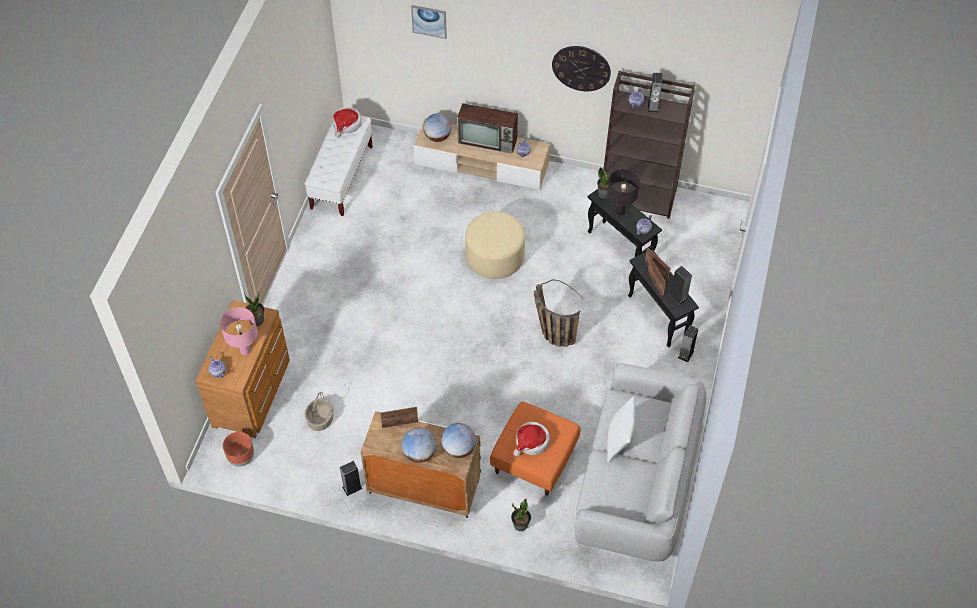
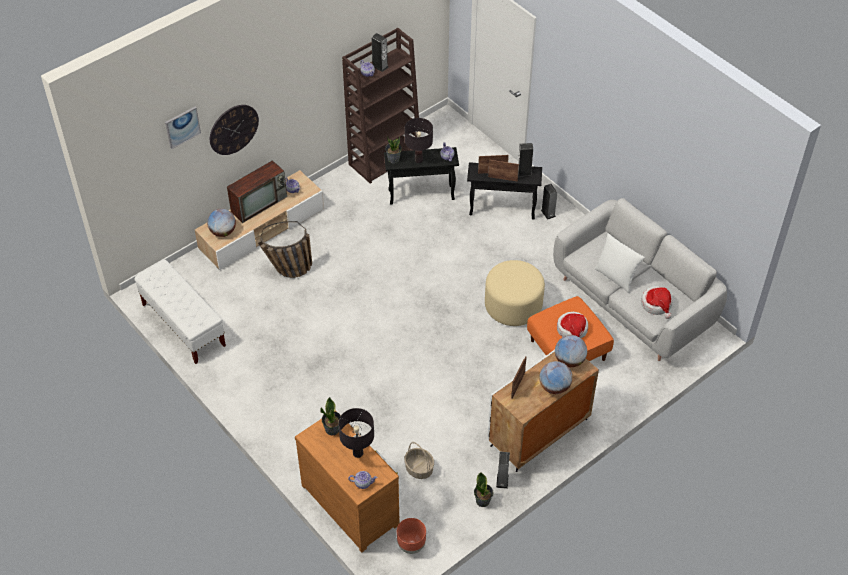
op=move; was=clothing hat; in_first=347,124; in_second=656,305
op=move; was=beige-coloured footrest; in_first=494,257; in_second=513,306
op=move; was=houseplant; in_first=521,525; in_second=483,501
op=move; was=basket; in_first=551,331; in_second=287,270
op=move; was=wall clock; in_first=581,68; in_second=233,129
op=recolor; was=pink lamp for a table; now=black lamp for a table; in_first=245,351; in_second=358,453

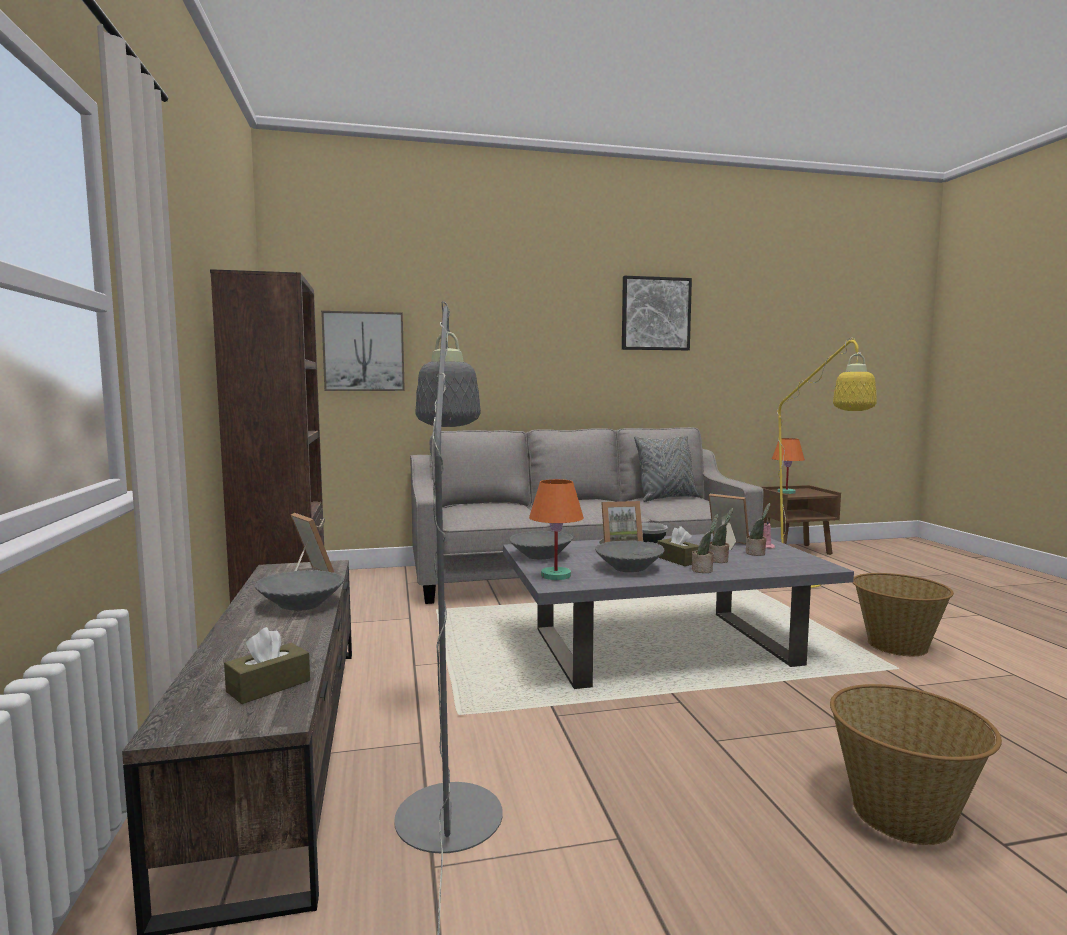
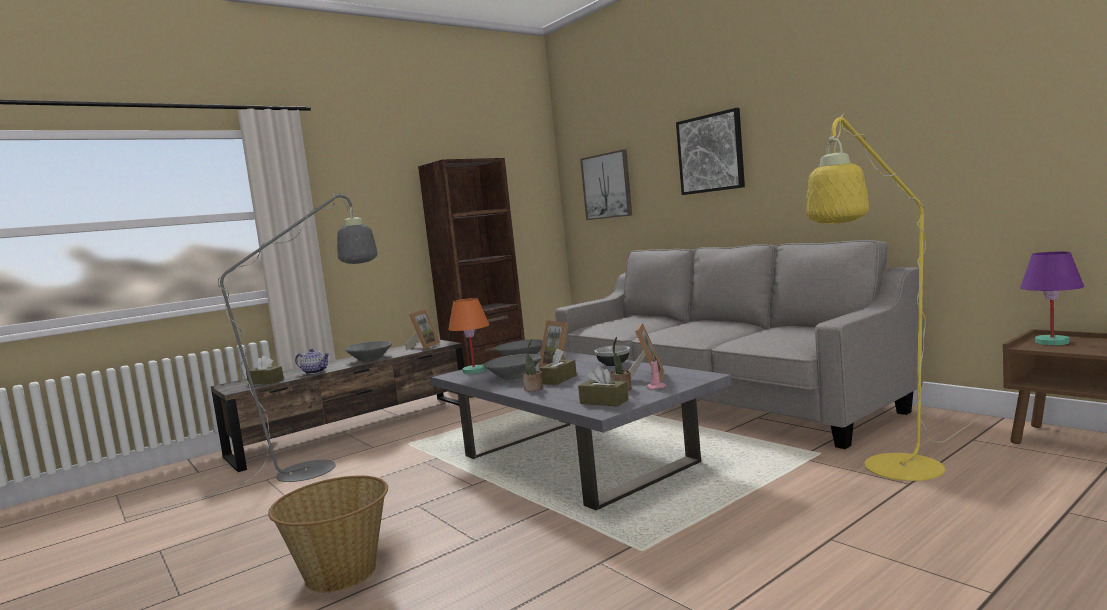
op=delete; was=gray pillow; in_first=666,498
op=delete; was=houseplant; in_first=719,560
op=delete; was=basket; in_first=896,645
op=insert; now=tea pot; in_second=315,372
op=insert; now=brownish tissue holder; in_second=604,402
op=move; was=picture; in_first=655,314; in_second=710,153
op=recolor; was=orange lamp for a table; now=purple lamp for a table; in_first=786,492; in_second=1051,342

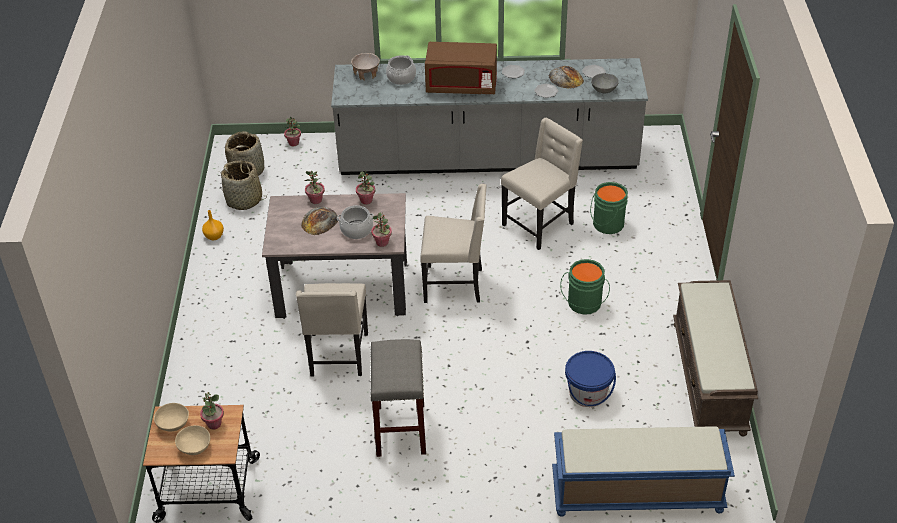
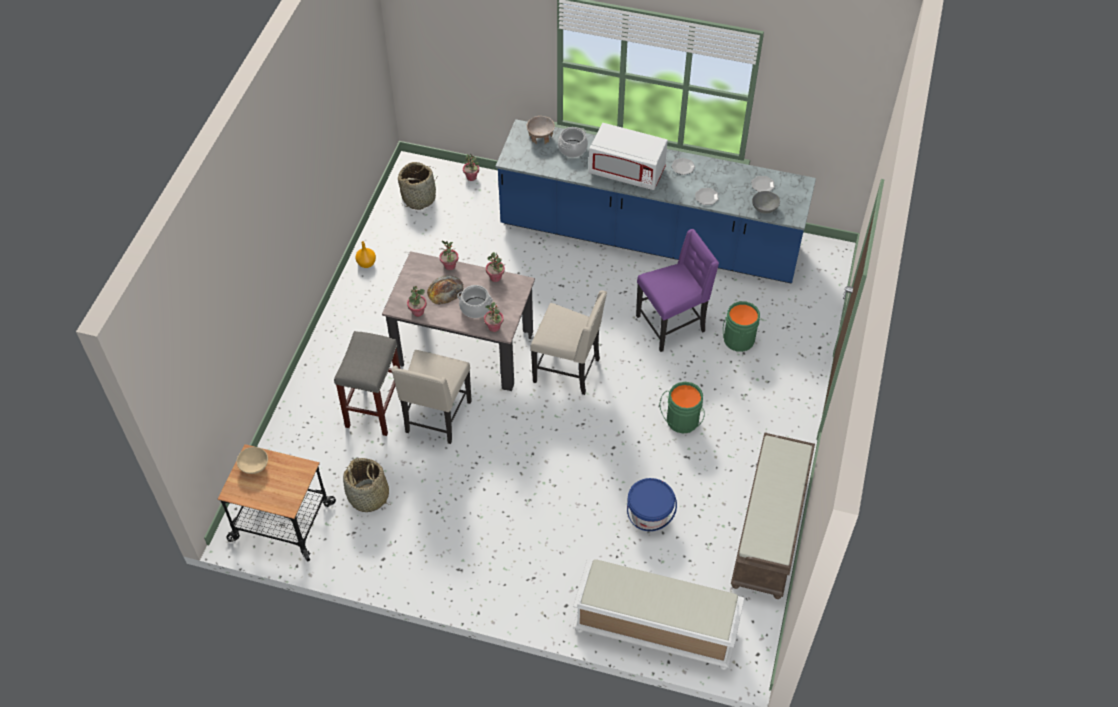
op=delete; was=beige-coloured deep dish; in_first=195,447
op=delete; was=baked bread; in_first=566,78
op=move; was=houseplant; in_first=214,424; in_second=418,312
op=move; was=basket; in_first=244,200; in_second=369,496
op=move; was=gray sitting stool; in_first=400,429; in_second=374,407
op=recolor; was=gray counter; now=bluish counter; in_first=488,159; in_second=649,239
op=recolor; was=brownish microwave oven; now=white-coloured microwave oven; in_first=461,86; in_second=627,172
op=recolor; was=beige-coloured plain chair; now=purple plain chair; in_first=539,224; in_second=672,324
op=recolor; was=bluish bench; now=white-coloured bench; in_first=636,494; in_second=654,629

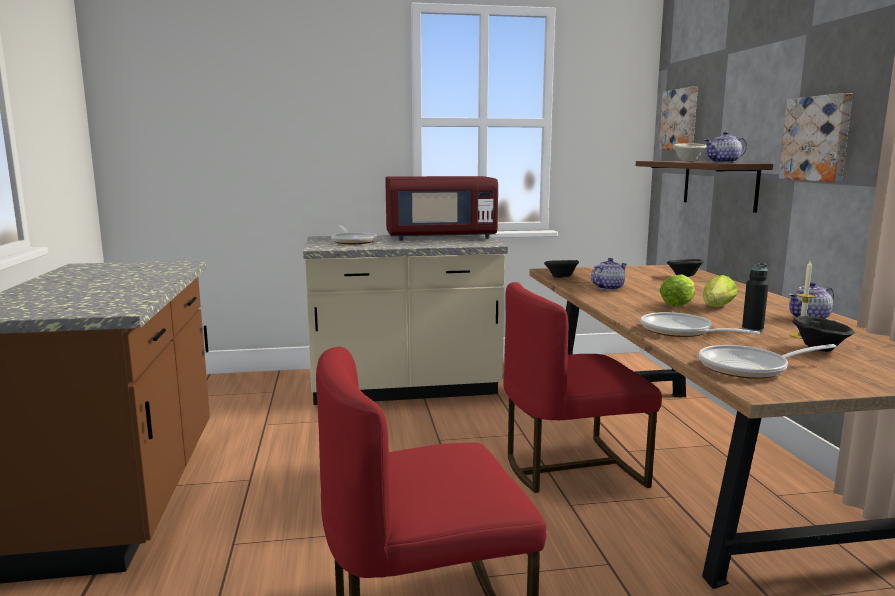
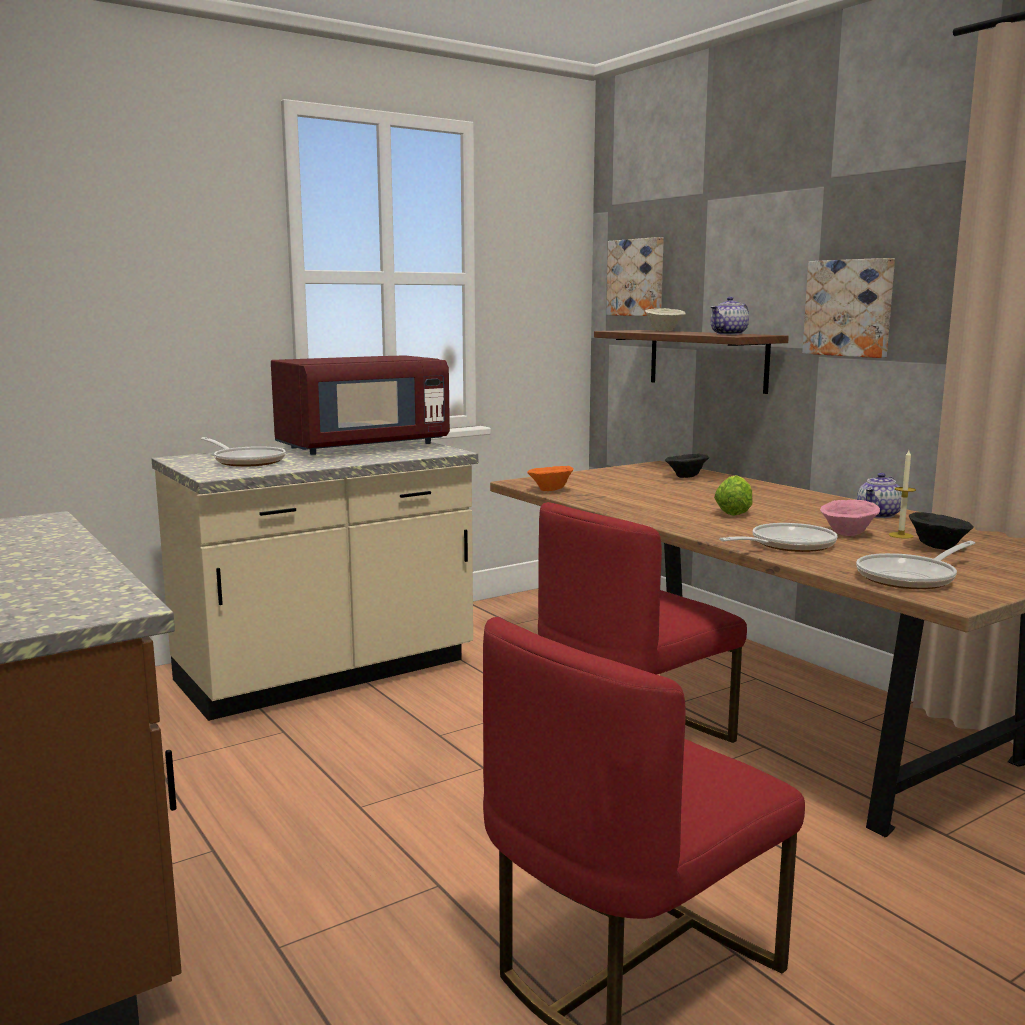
op=delete; was=tea pot; in_first=608,288
op=delete; was=head of lettuce; in_first=716,308
op=replace; was=black bottle; now=pink deep dish; in_first=752,329; in_second=848,534
op=recolor; was=black deep dish; now=orange deep dish; in_first=560,278; in_second=550,491
op=rotate; was=skillet; in_first=681,332; in_second=787,545; clockwise=120

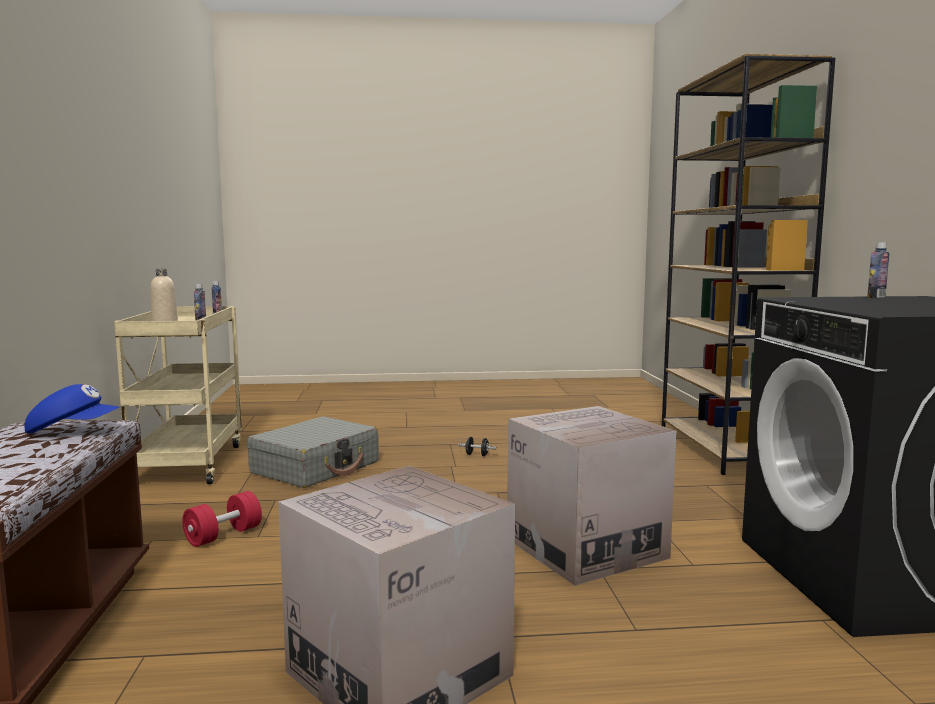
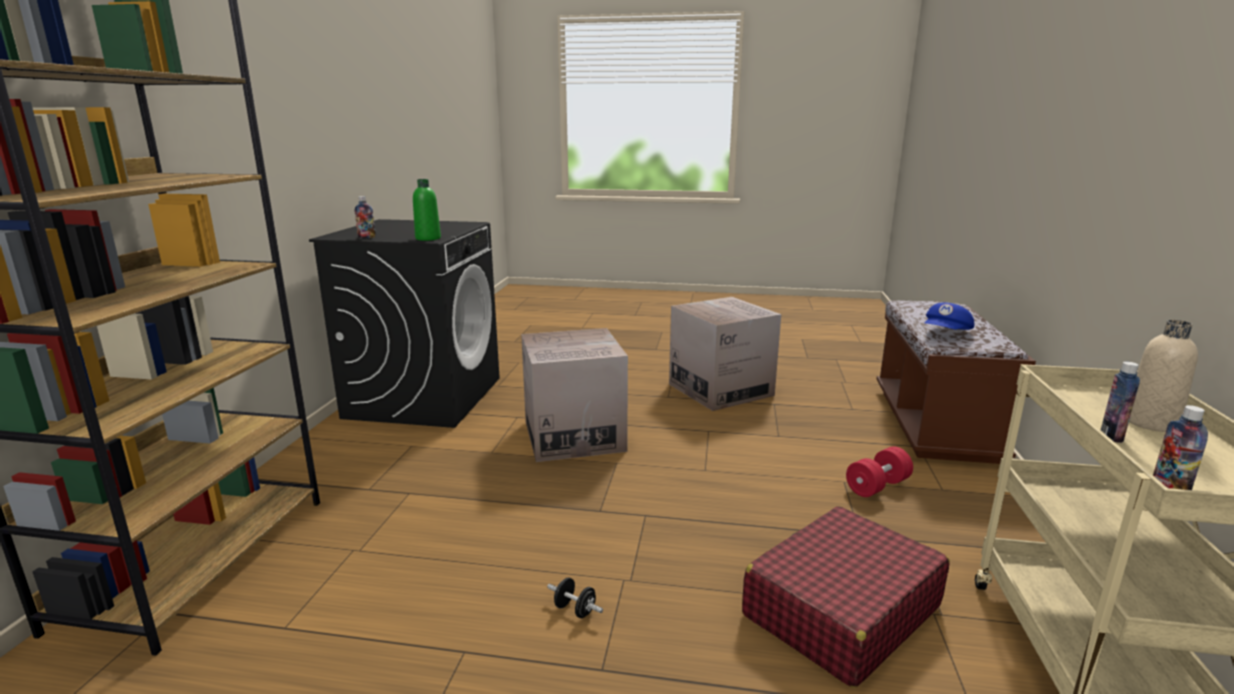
op=insert; now=green bottle; in_second=428,238
op=recolor; was=gray piece of luggage; now=red piece of luggage; in_first=316,468; in_second=840,611
op=rotate; was=bluish cap; in_first=73,430; in_second=946,333; clockwise=-60

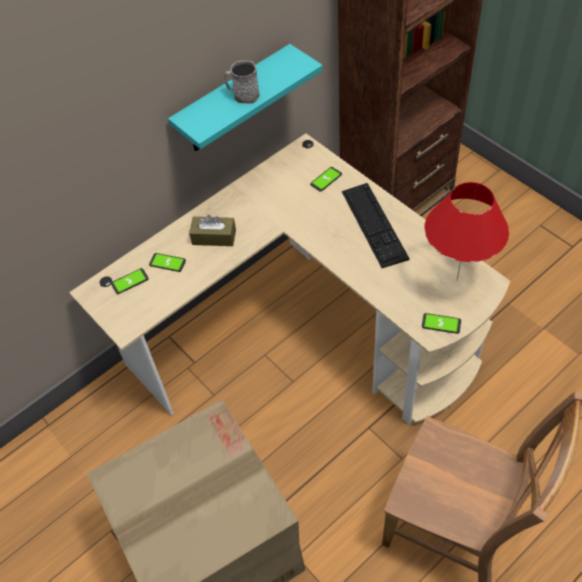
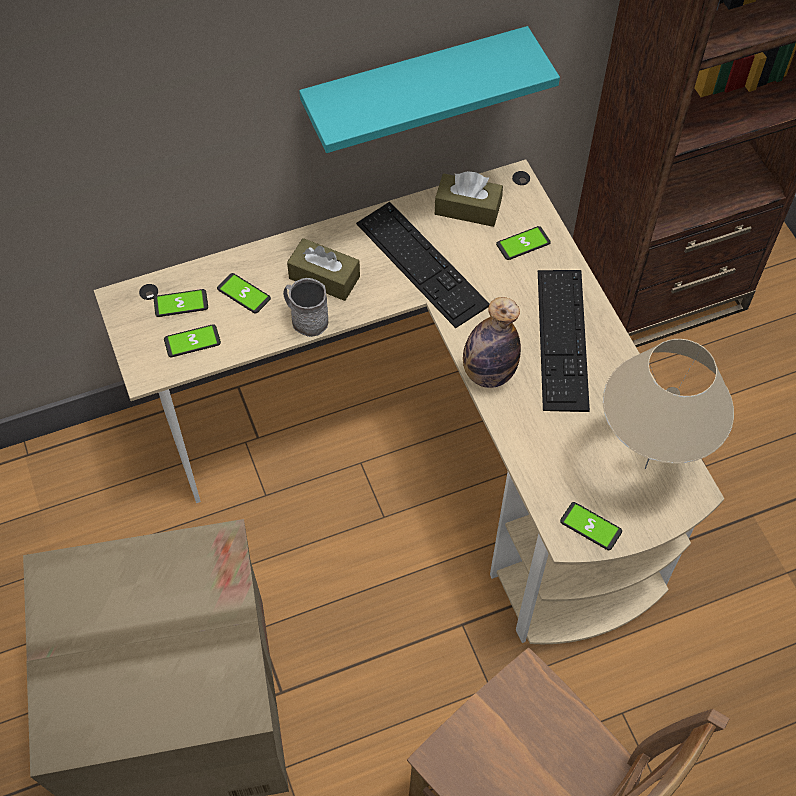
op=insert; now=phone; in_second=192,341
op=insert; now=keyboard; in_second=421,264
op=insert; now=brownish tissue holder; in_second=467,208
op=insert; now=bottle; in_second=488,373
op=move; was=gray coffee mug; in_first=243,95; in_second=305,319
op=recolor; was=red lamp for a table; now=beige-coloured lamp for a table; in_first=457,279; in_second=645,468

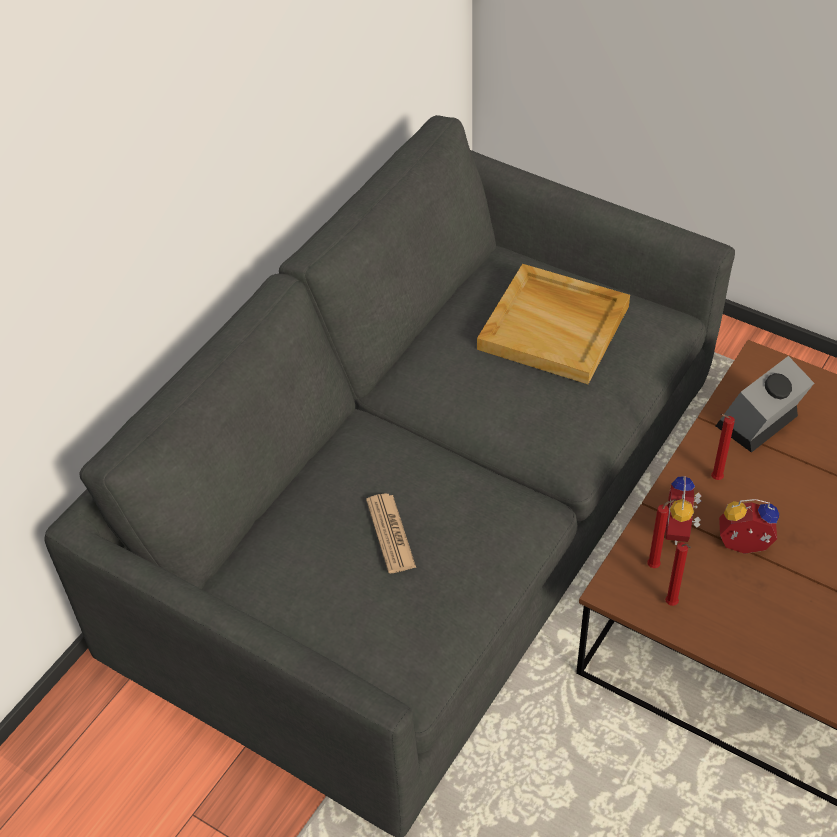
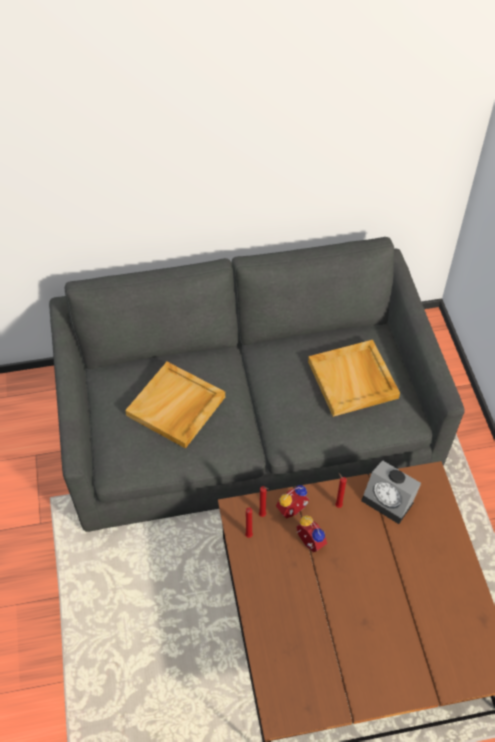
op=replace; was=newspaper; now=beige-coloured tray; in_first=390,534; in_second=176,407
op=rotate; was=table clock; in_first=758,424; in_second=390,501; clockwise=-150

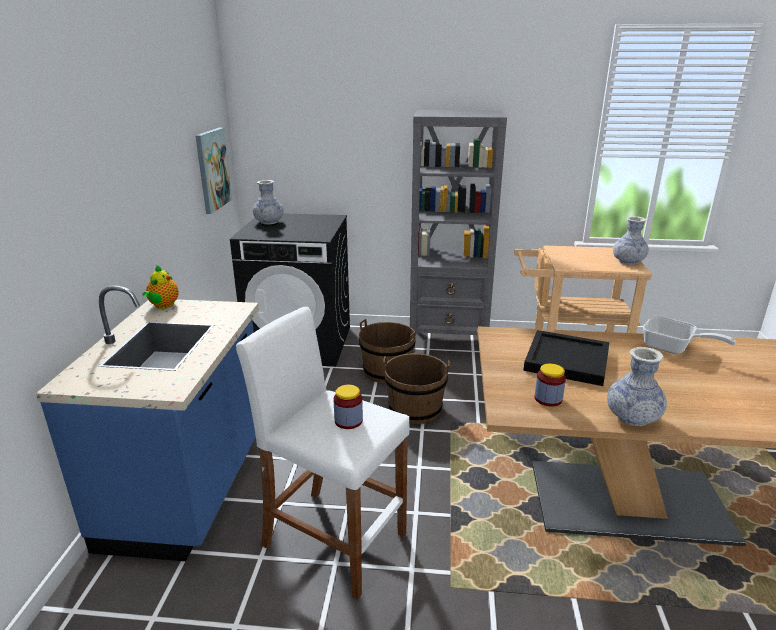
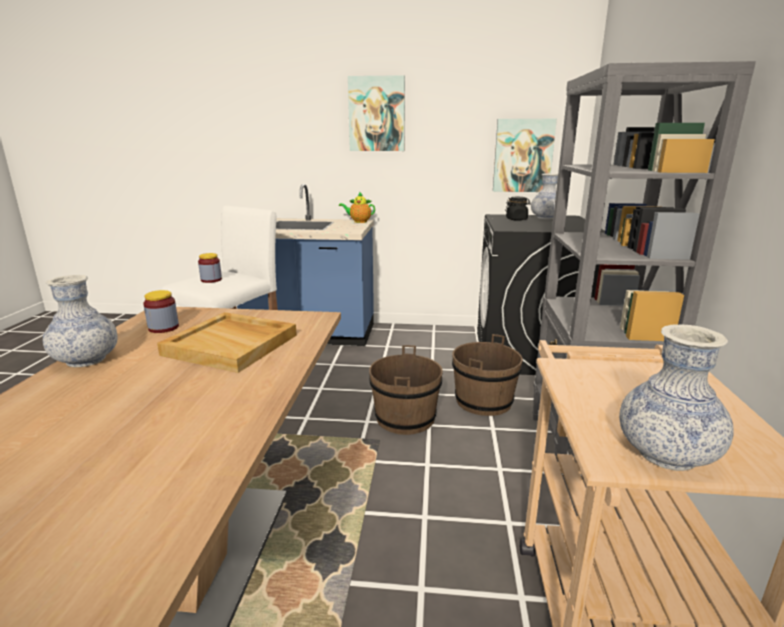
op=delete; was=skillet; in_first=673,348
op=insert; now=picture; in_second=377,114
op=insert; now=black storage jar; in_second=516,219
op=recolor; was=black tray; now=beige-coloured tray; in_first=566,360; in_second=232,344

